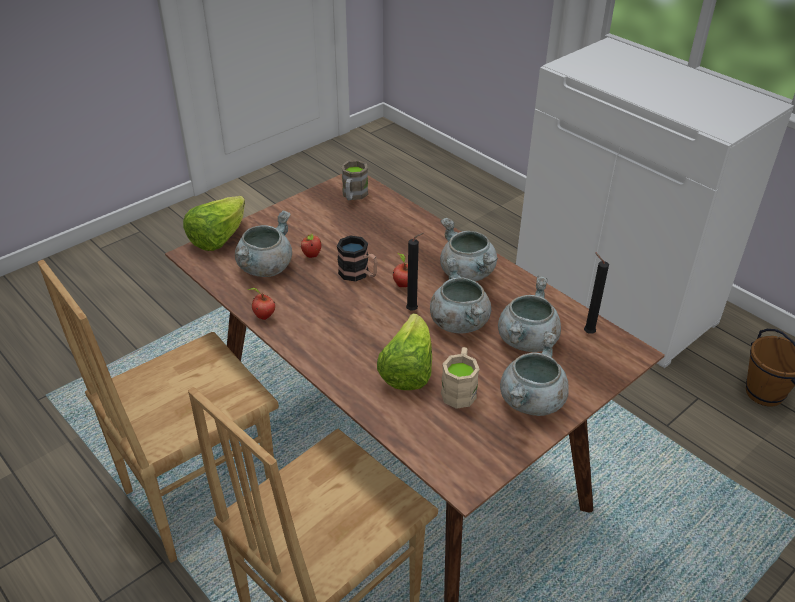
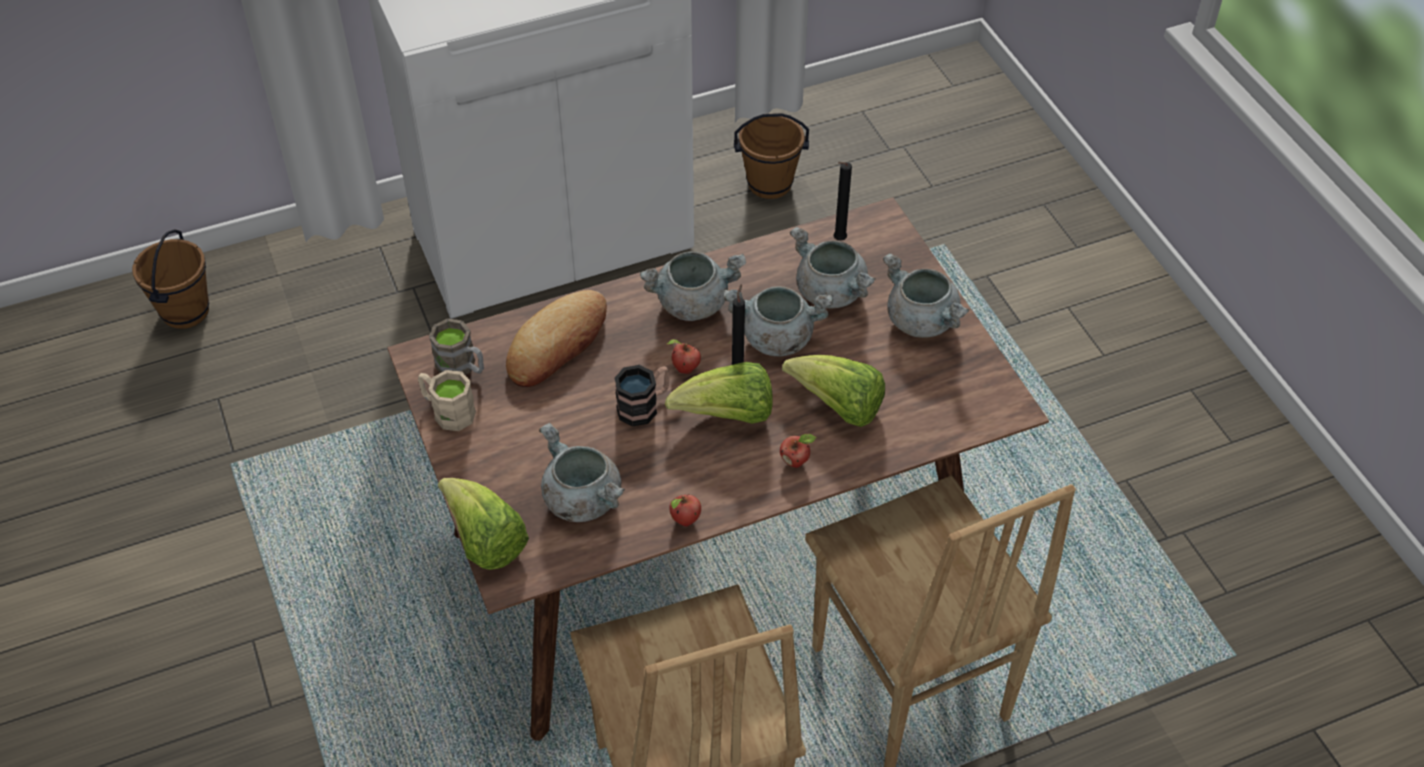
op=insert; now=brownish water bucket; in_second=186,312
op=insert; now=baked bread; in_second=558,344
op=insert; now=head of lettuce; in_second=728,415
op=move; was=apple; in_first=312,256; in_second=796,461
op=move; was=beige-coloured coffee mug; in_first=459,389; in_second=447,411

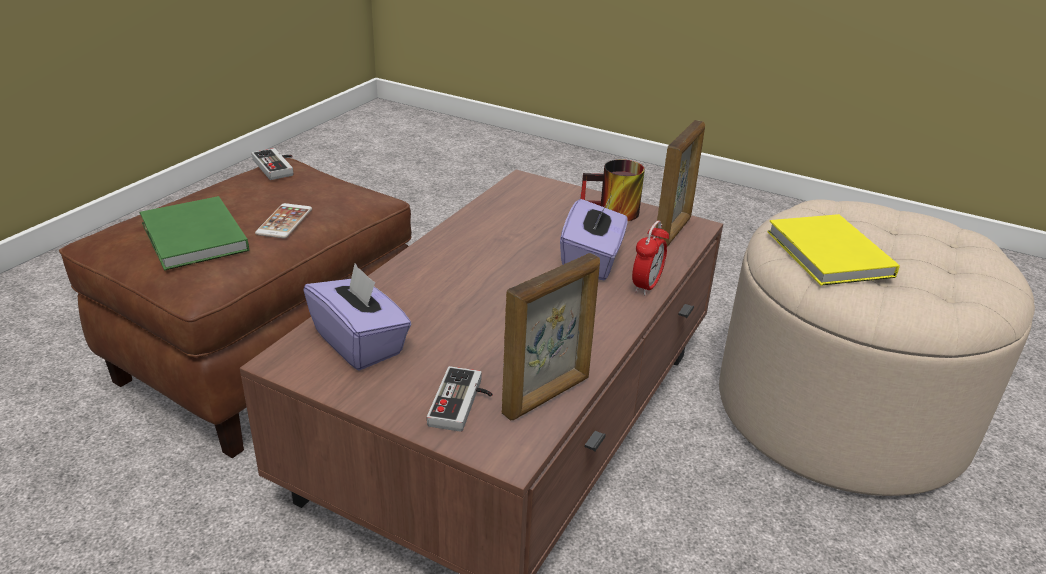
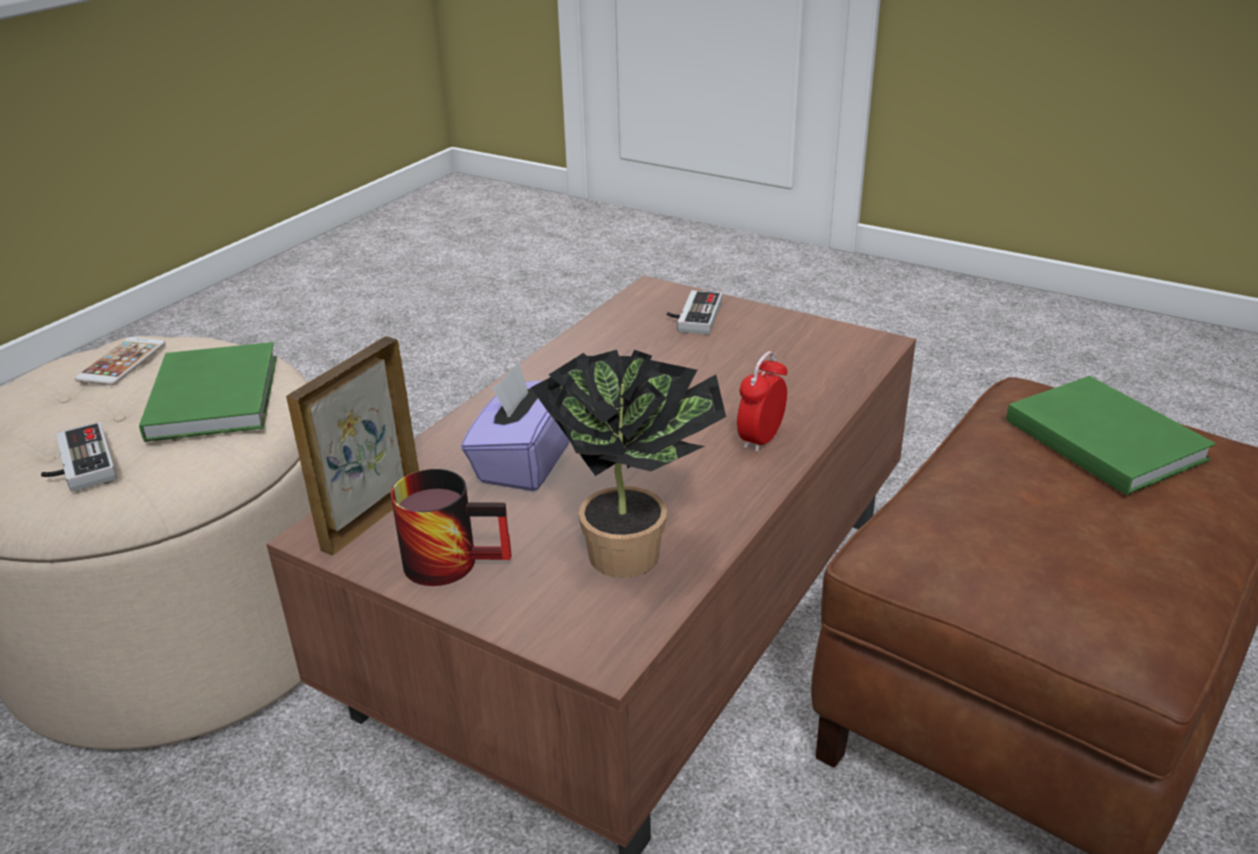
op=delete; was=purple tissue holder; in_first=360,343
op=delete; was=picture frame; in_first=547,396
op=insert; now=houseplant; in_second=635,551
op=move; was=joypad; in_first=278,166; in_second=77,465
op=move; was=phone; in_first=284,221; in_second=122,362
op=move; was=table clock; in_first=646,286; in_second=760,439
op=recolor; was=yellowish bound book; now=green bound book; in_first=828,255; in_second=217,394

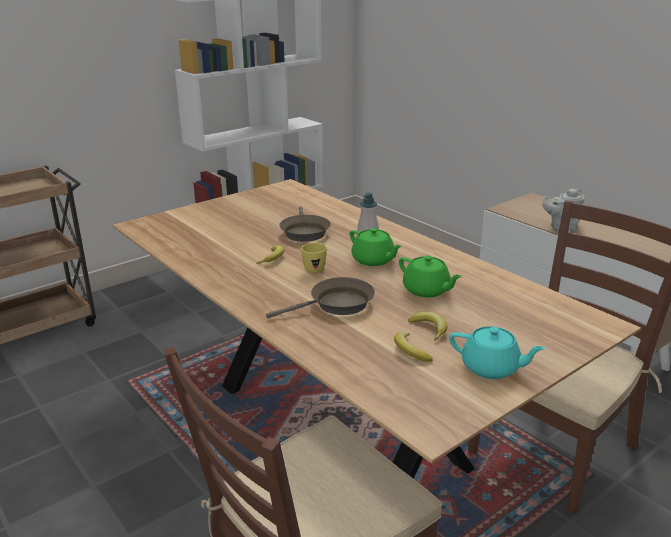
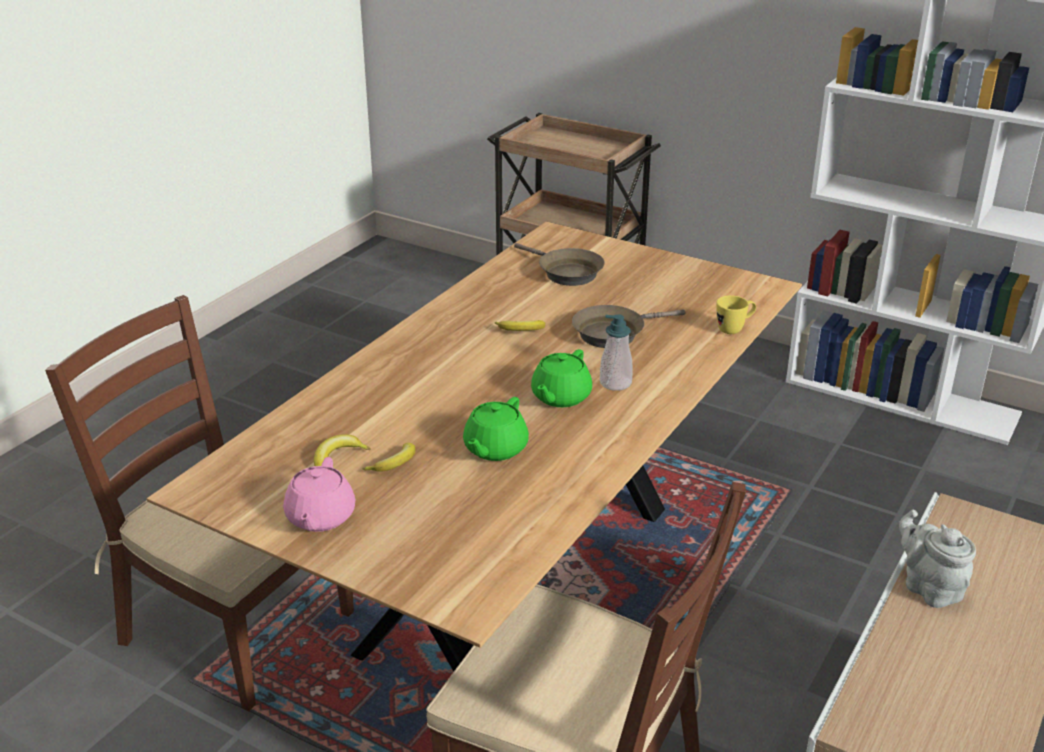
op=move; was=brownish skillet; in_first=337,305; in_second=566,273
op=move; was=yellowish coffee mug; in_first=313,268; in_second=734,329
op=recolor; was=turquoise-coloured tea pot; now=pink tea pot; in_first=491,368; in_second=320,517

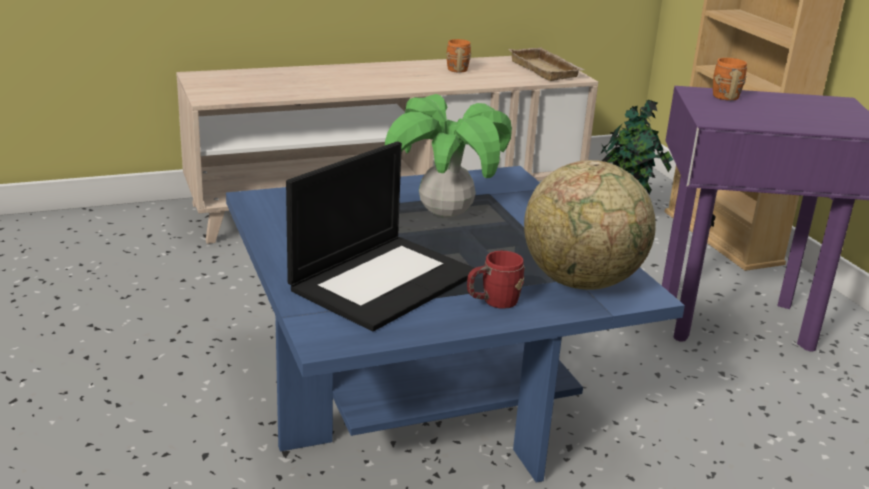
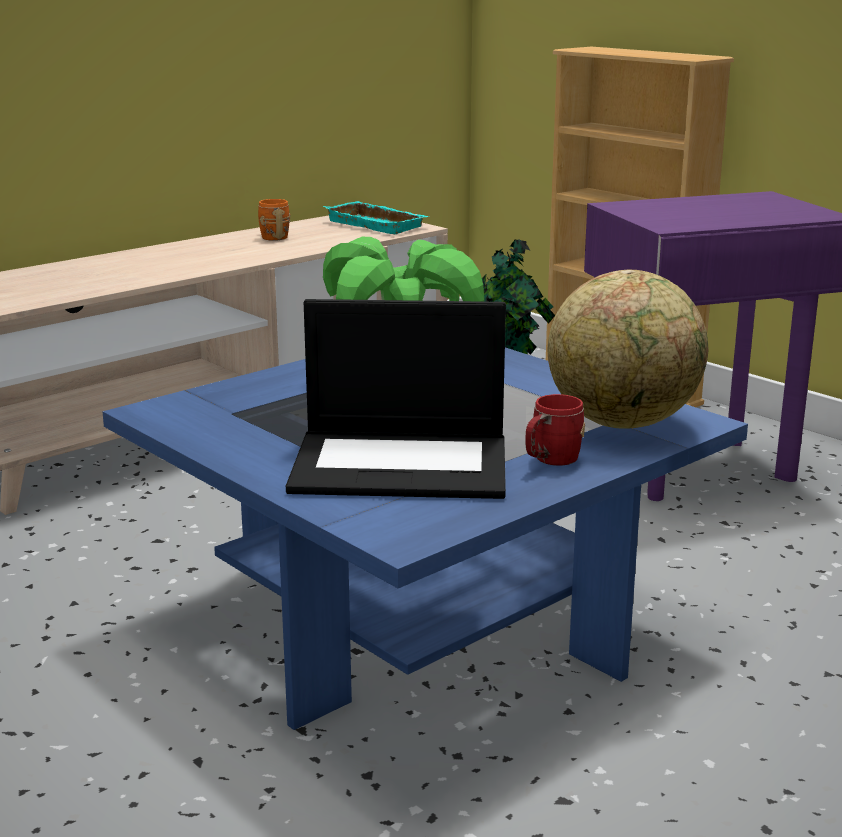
op=delete; was=orange coffee mug; in_first=723,94
op=recolor; was=beige-coloured tray; now=turquoise-coloured tray; in_first=547,70; in_second=379,224
op=rotate; was=notebook computer; in_first=384,280; in_second=403,464; clockwise=75

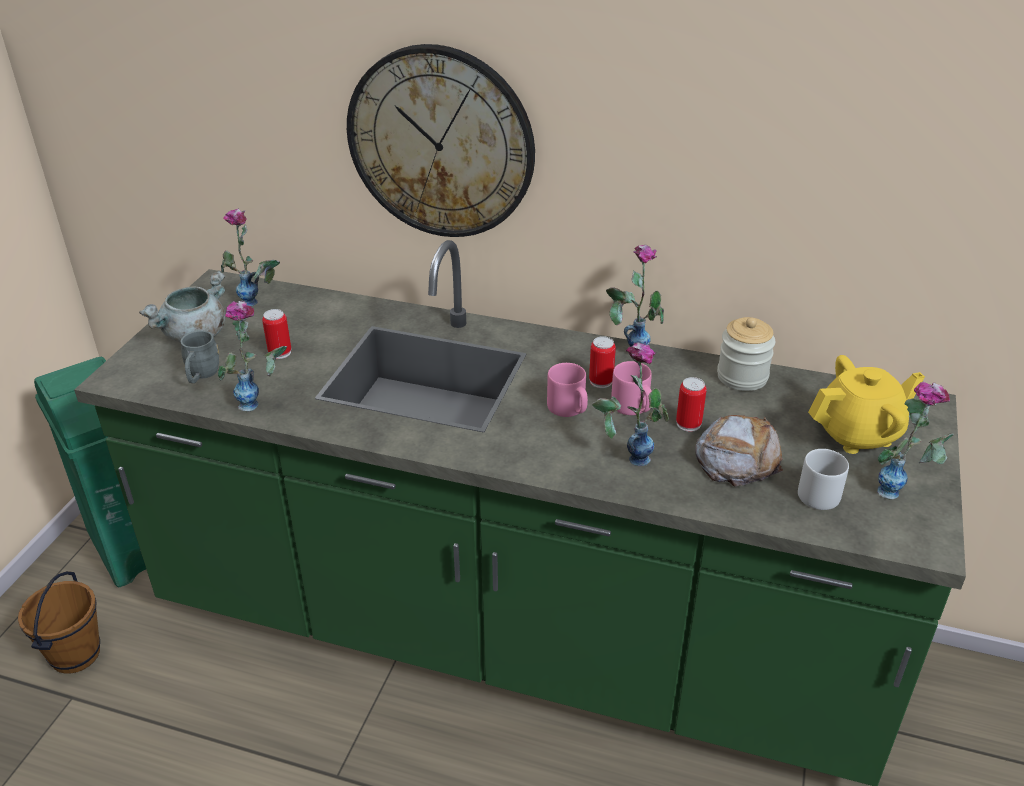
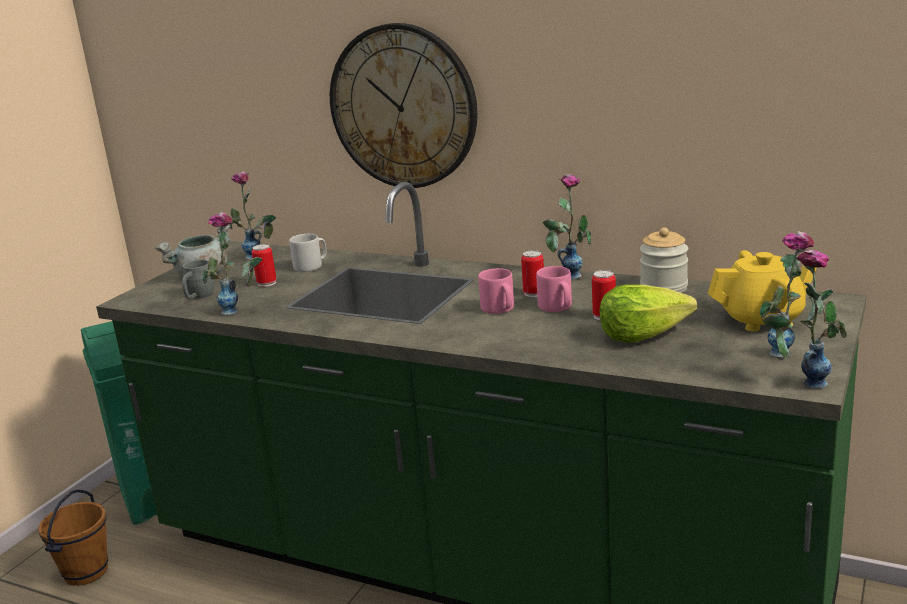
op=move; was=decorative vase; in_first=626,455; in_second=799,380
op=move; was=gray coffee mug; in_first=822,494; in_second=311,266
op=replace; was=baked bread; now=head of lettuce; in_first=737,457; in_second=642,335

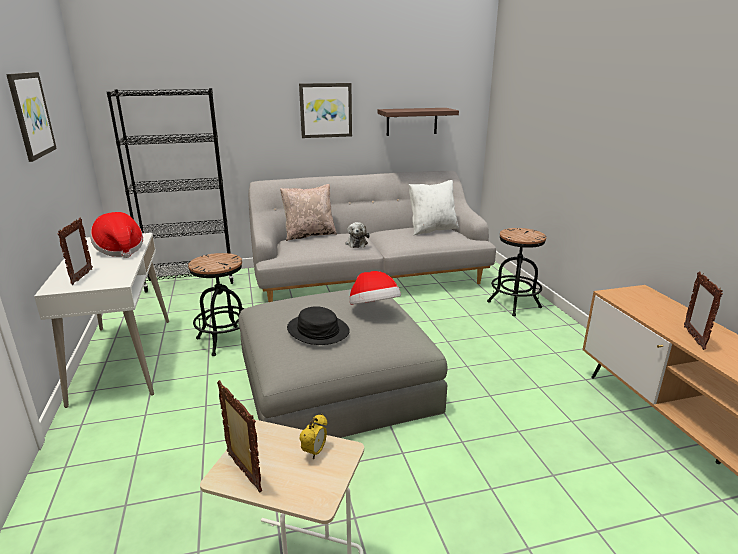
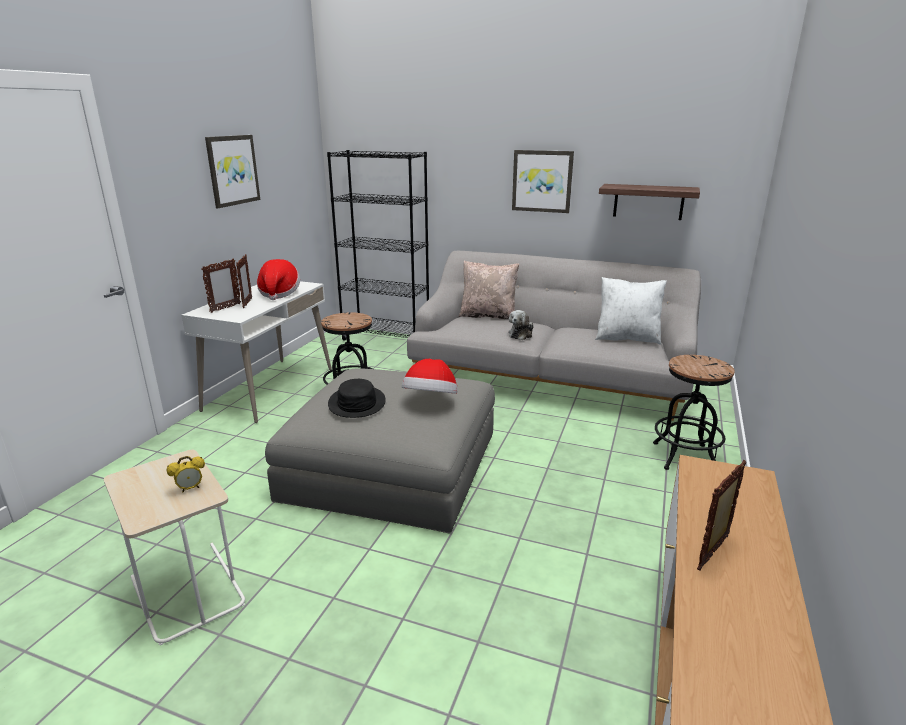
op=move; was=picture frame; in_first=243,473; in_second=247,303

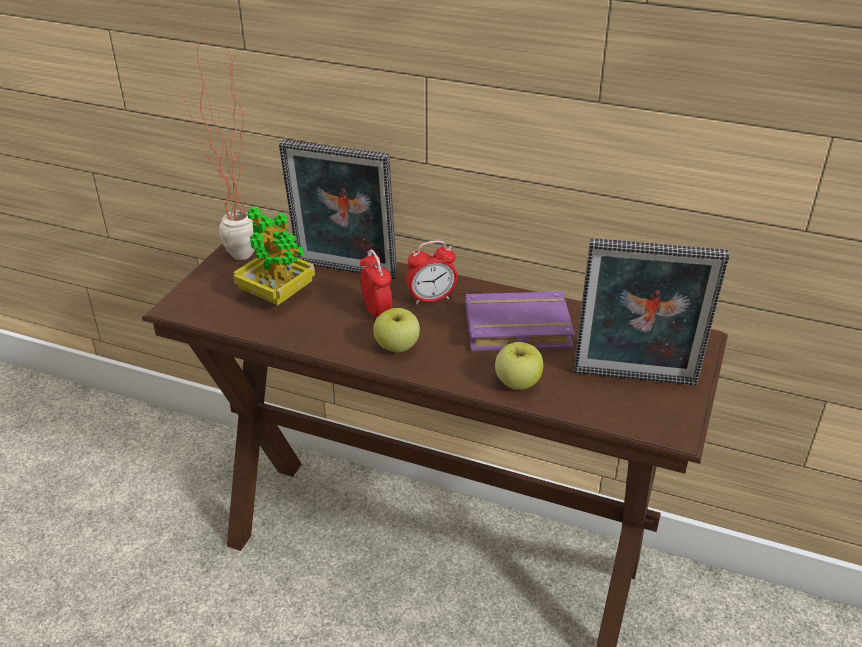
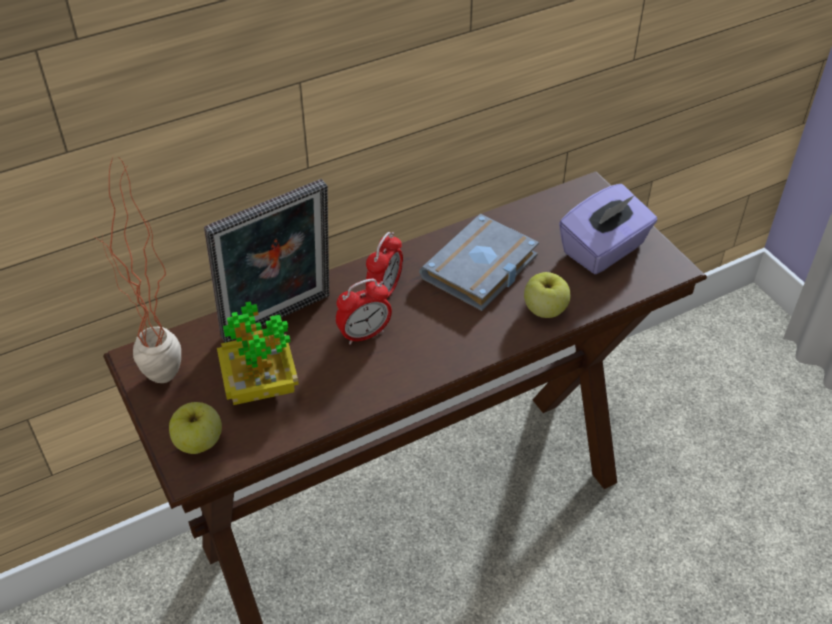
op=move; was=apple; in_first=397,347; in_second=199,442
op=replace; was=picture frame; now=purple tissue holder; in_first=634,381; in_second=604,250
op=recolor; was=purple bound book; now=gray bound book; in_first=515,330; in_second=481,270
op=rotate; was=table clock; in_first=377,312; in_second=364,334; clockwise=135

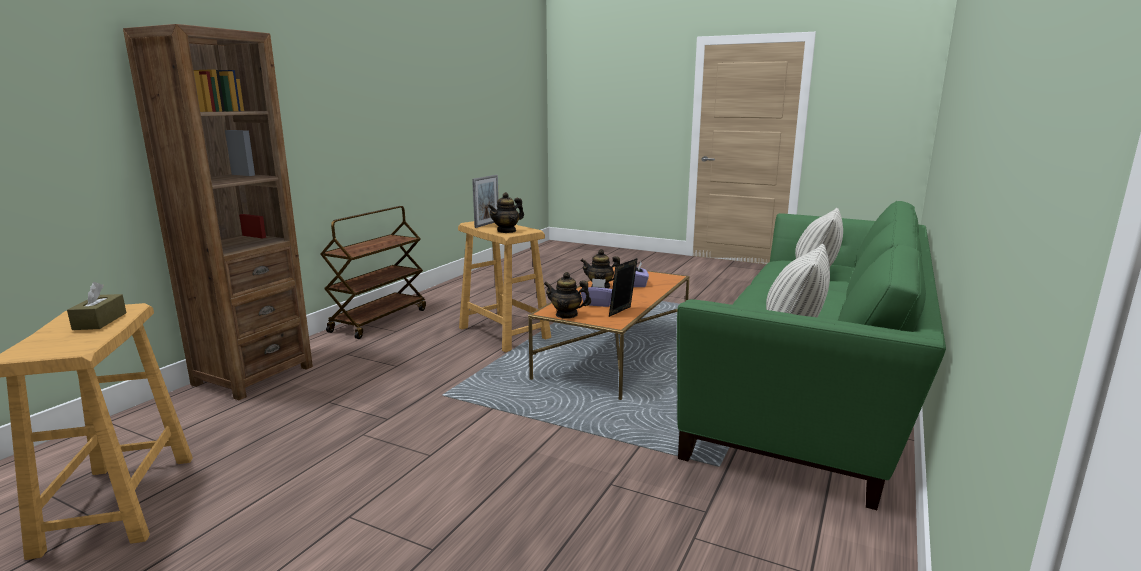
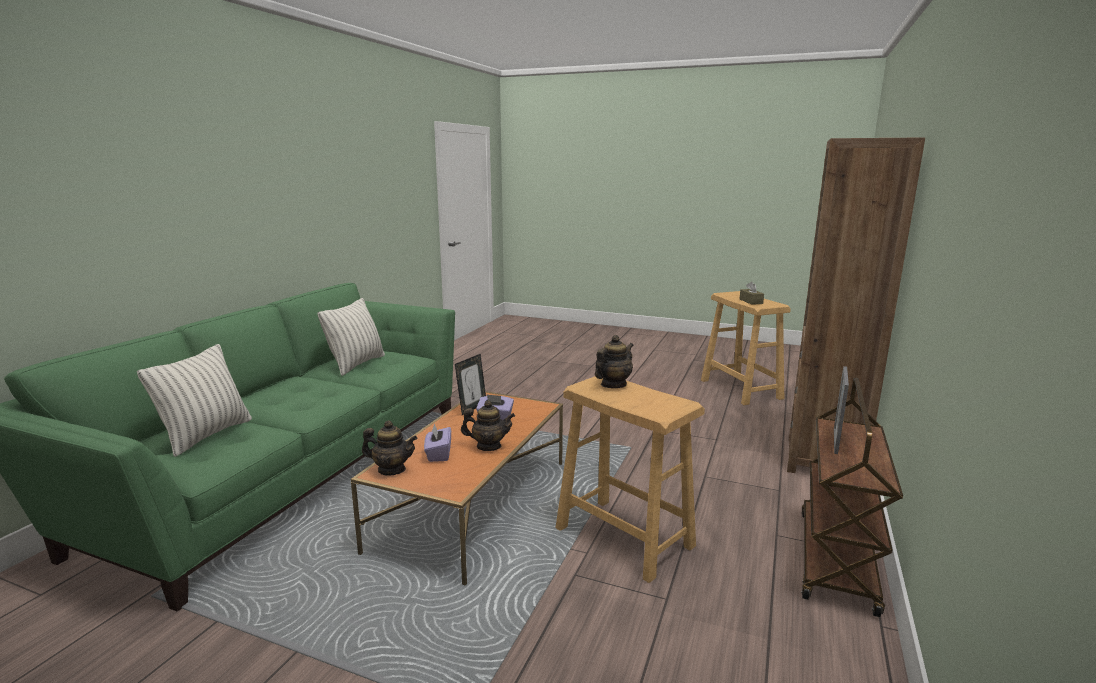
op=move; was=picture frame; in_first=487,224; in_second=835,441
op=move; was=tea pot; in_first=566,315; in_second=391,470

